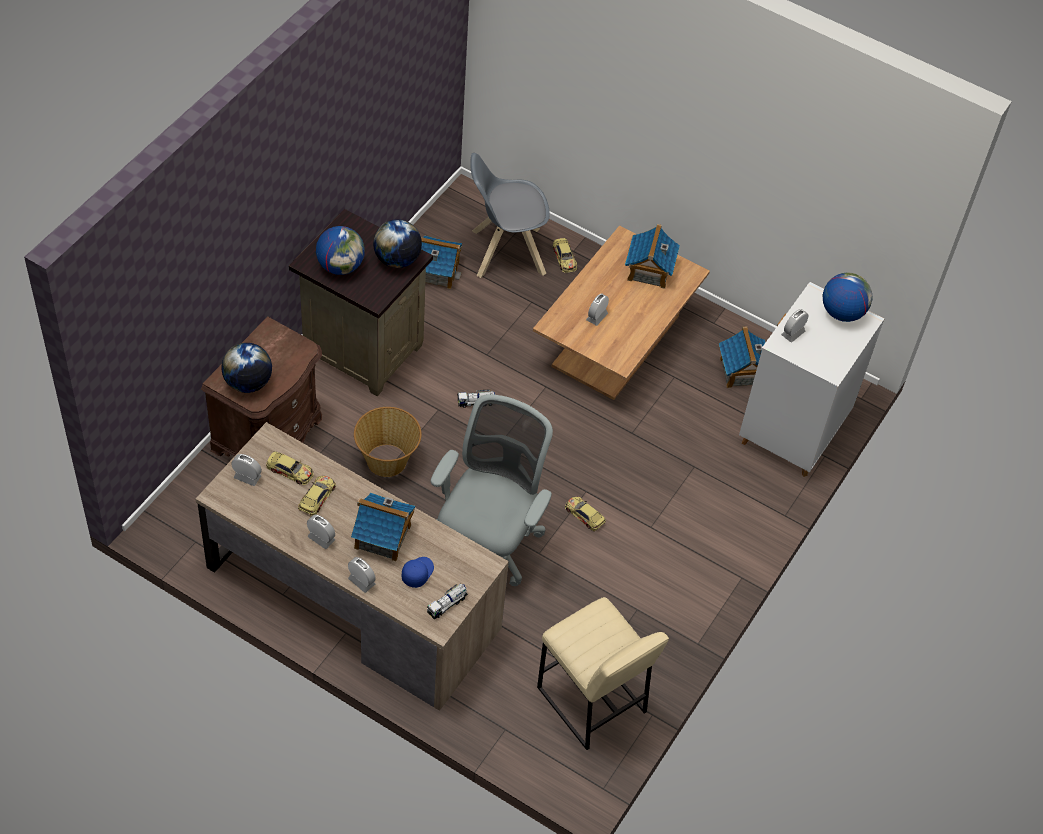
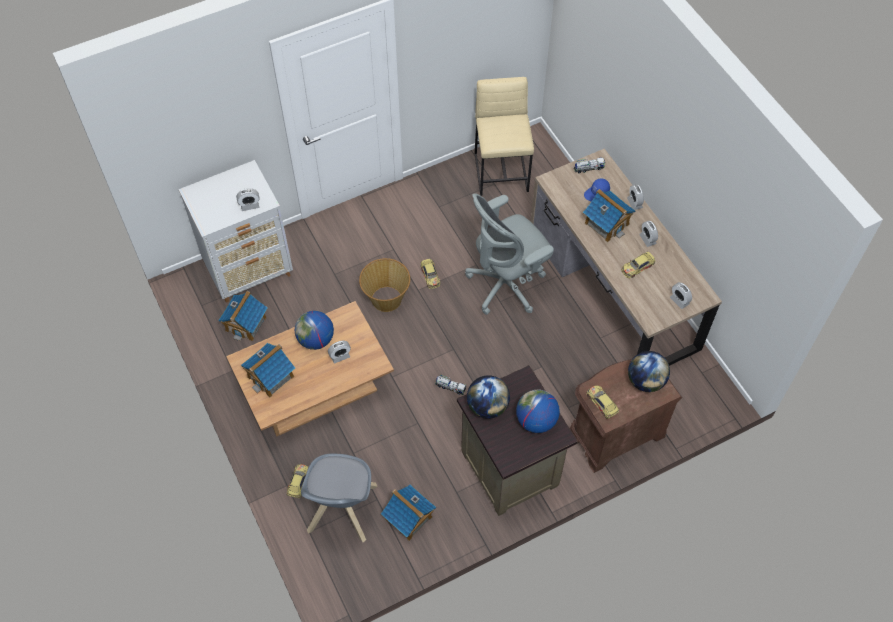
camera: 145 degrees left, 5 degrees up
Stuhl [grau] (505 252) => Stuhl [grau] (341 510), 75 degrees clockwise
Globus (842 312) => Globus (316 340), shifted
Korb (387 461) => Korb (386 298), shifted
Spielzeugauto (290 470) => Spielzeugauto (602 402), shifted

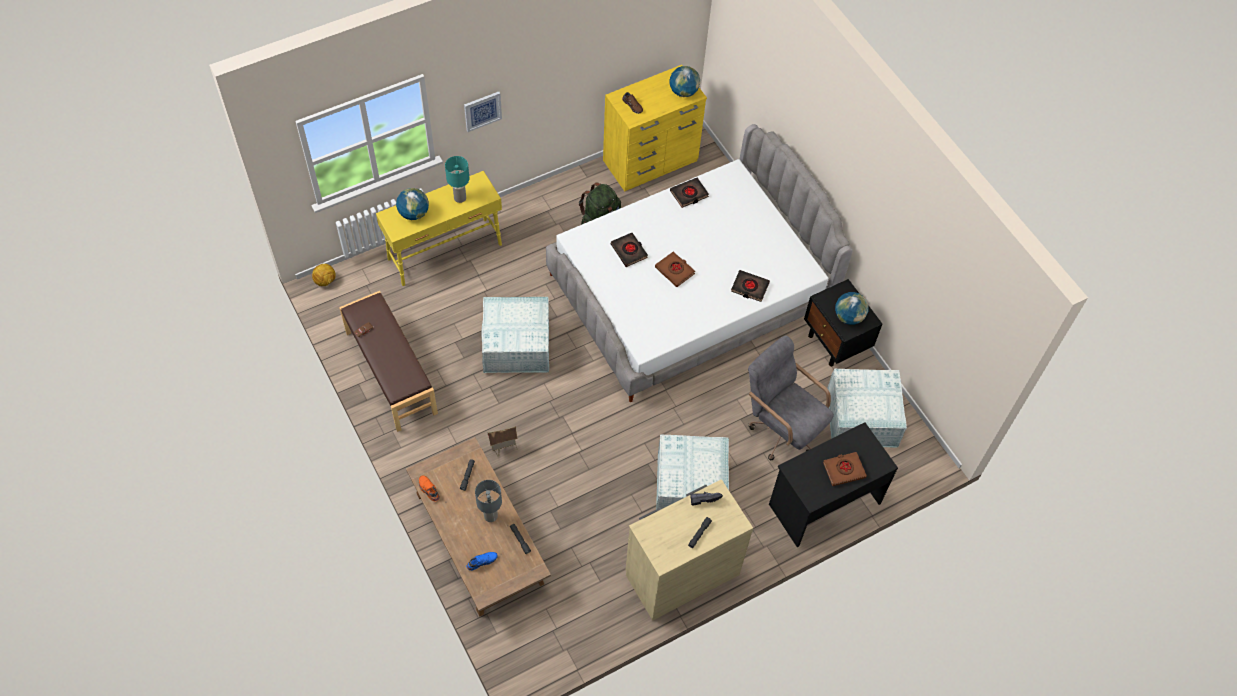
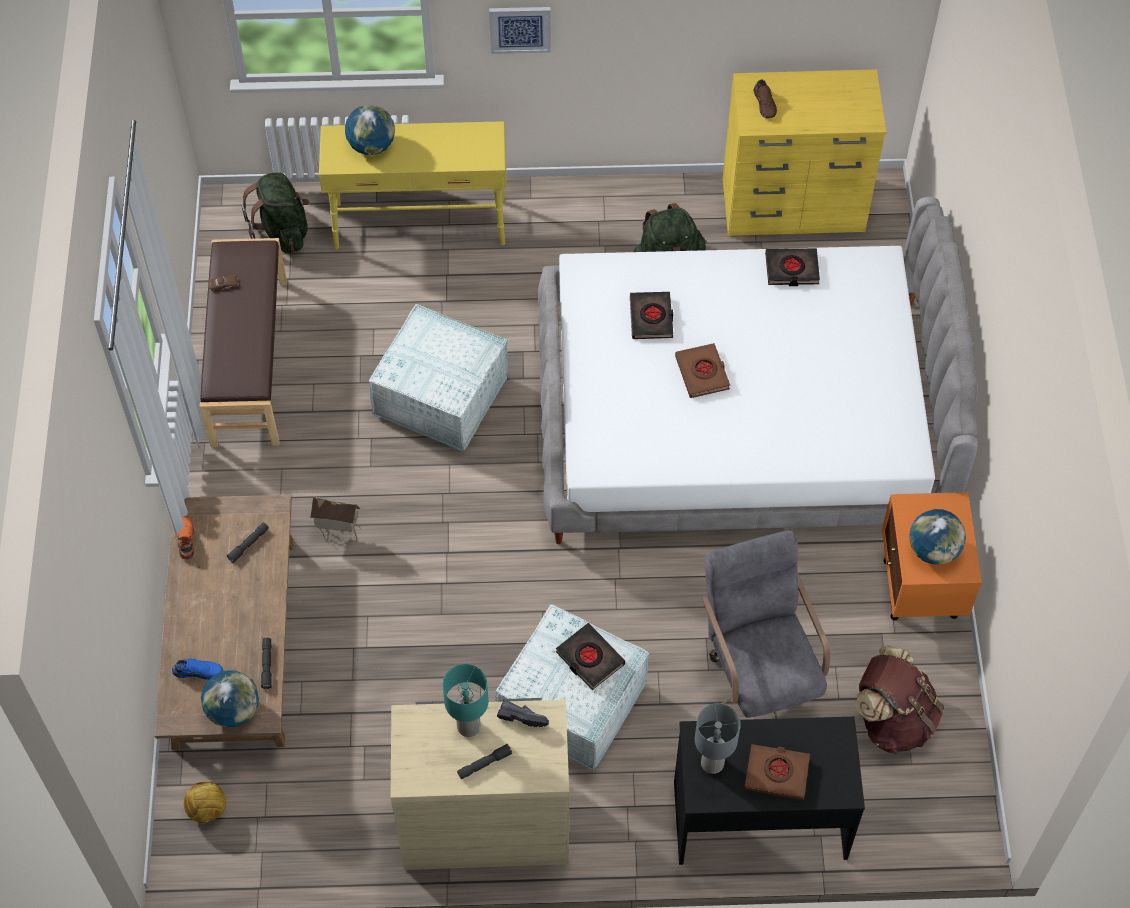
camera: 30 degrees right, 0 degrees up
Globus (683 92) => Globus (233 710), shifted
Tischlampe [türkis] (460 198) => Tischlampe [türkis] (469 726), shifted
Fußball (325 281) => Fußball (208 810), shifted
Buch [schwarz] (749 287) => Buch [schwarz] (589 658), shifted
Nachttisch [schwarz] (835 343) => Nachttisch [orange] (920 589)
Polsterhocker [weiß] (861 419) => Rucksack [braun] (892 719)
Tischlampe [grau] (491 516) => Tischlampe [grau] (713 764), shifted
nothing => Rucksack [grün] (283 231)

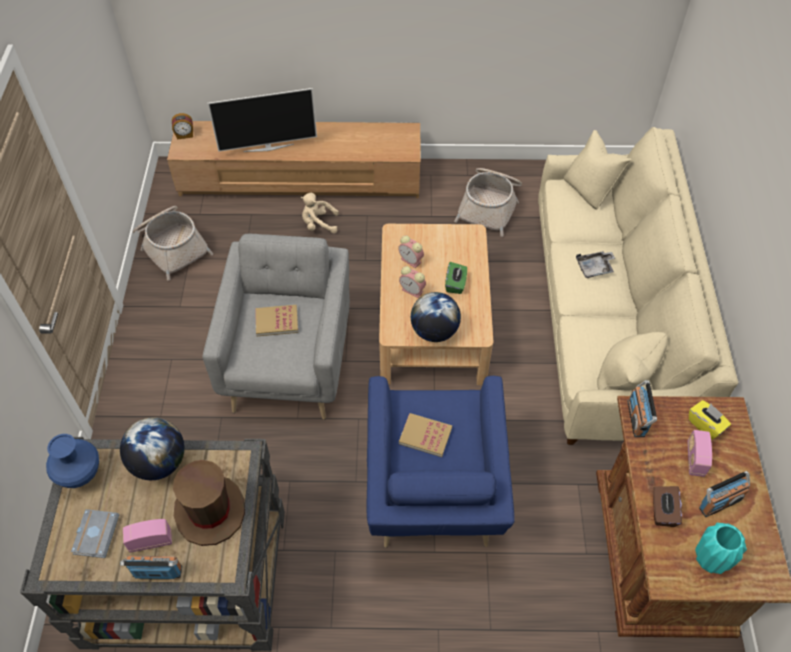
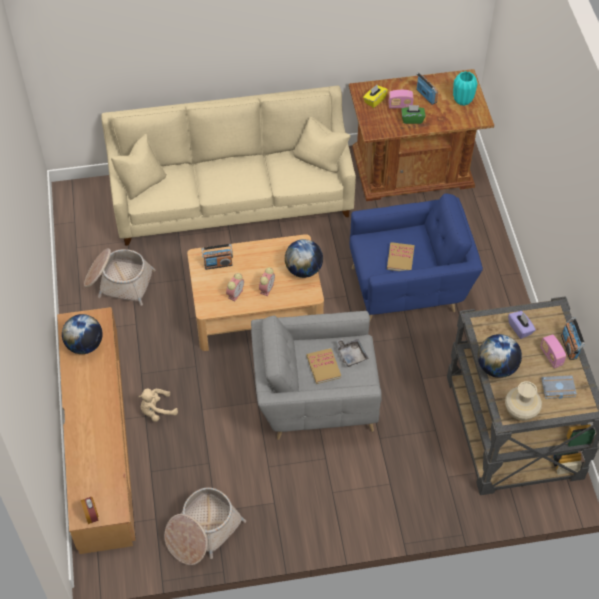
camera: 100 degrees left, 0 degrees up
Fernseher (268 147) => nothing
Plüschtier [beige] (318 224) => Plüschtier [beige] (157 411), 75 degrees clockwise
Tablett [grau] (594 268) => Tablett [grau] (351 355), shifted
Taschentuchbox [grün] (455 284) => Taschentuchbox [grün] (412 119), shifted
Radio (636 418) => Radio (218 264), shifted
Vase [blau] (80 475) => Vase [beige] (521 412)
Hut [braun] (210 510) => Taschentuchbox [lila] (520 329)
Taschentuchbox [braun] (662 511) => nothing
nothing => Globus (85 345)

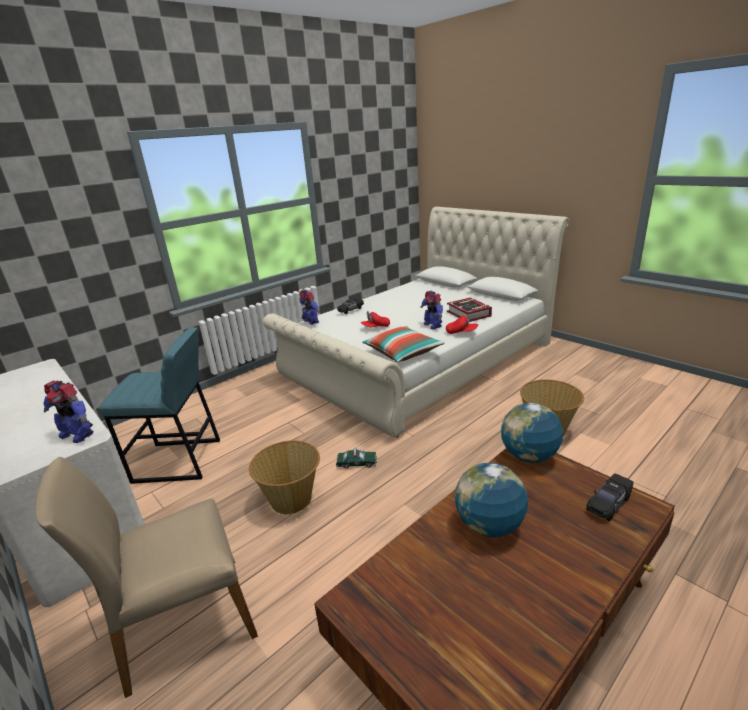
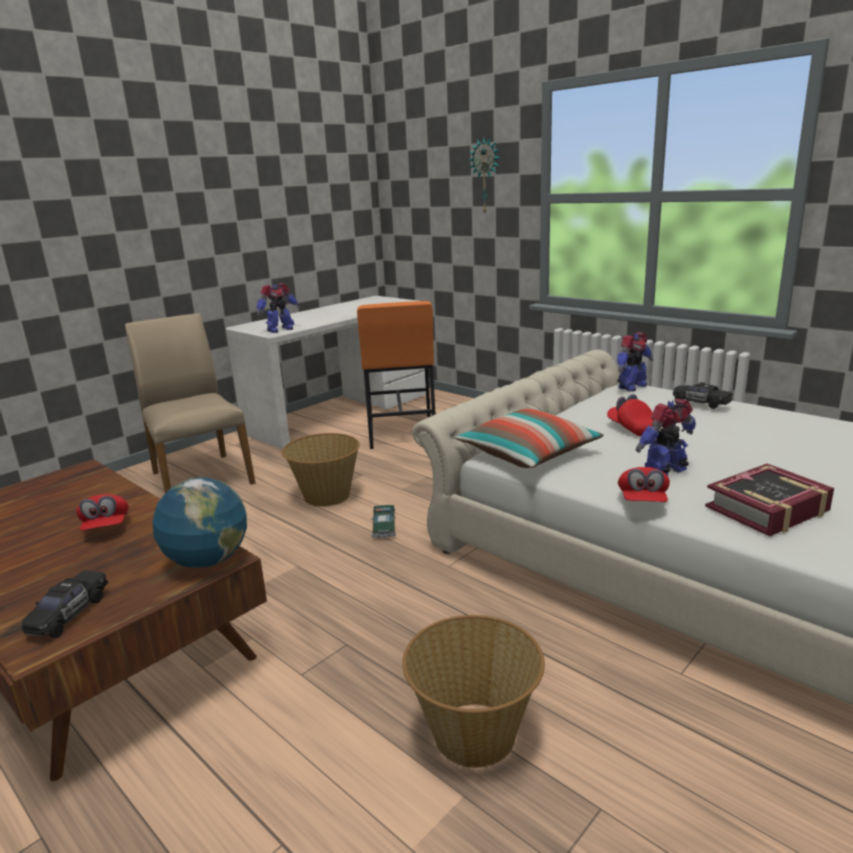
camera: 85 degrees right, 5 degrees down
Hocker [blau] (180 460) => Hocker [orange] (401 434)
Spielzeugroboter (77 434) => Spielzeugroboter (279 330), 150 degrees counterclockwise
Globus (489 525) => Kappe [rot] (106 527)
Spielzeugauto [schwarz] (608 503) => Spielzeugauto [schwarz] (68 614), 120 degrees counterclockwise
nothing => Wanduhr (486 176)

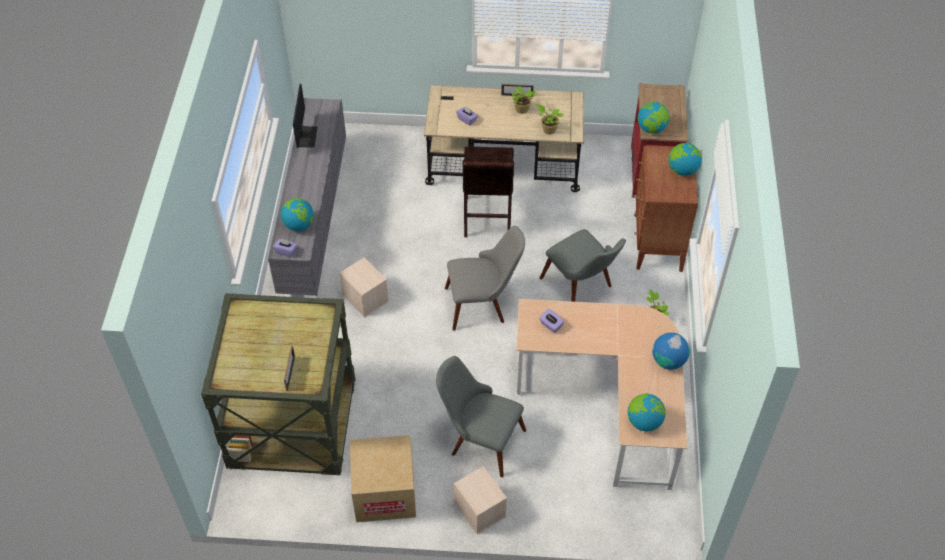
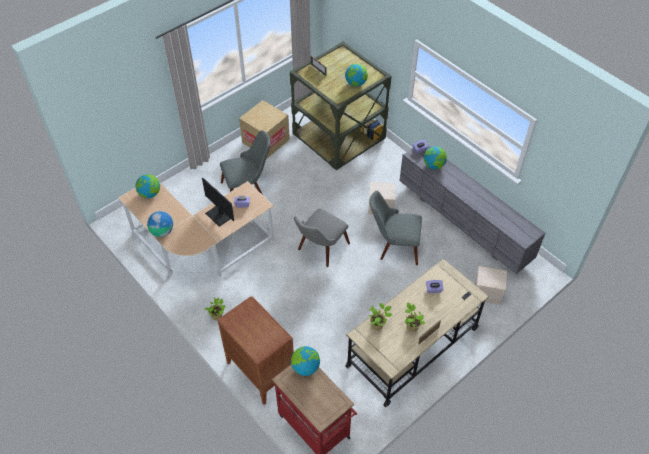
camera: 135 degrees right, 0 degrees up
Monitor (306 136) => Monitor (218 216), shifted
Globus (682 170) => Globus (356 83), shifted
Hocker [braun] (486 220) => nothing
Stuhl [grau] (582 287) => Stuhl [grau] (394 246), shifted
Aufbewahrungsbox [beige] (479 509) => Aufbewahrungsbox [beige] (487 292), shifted

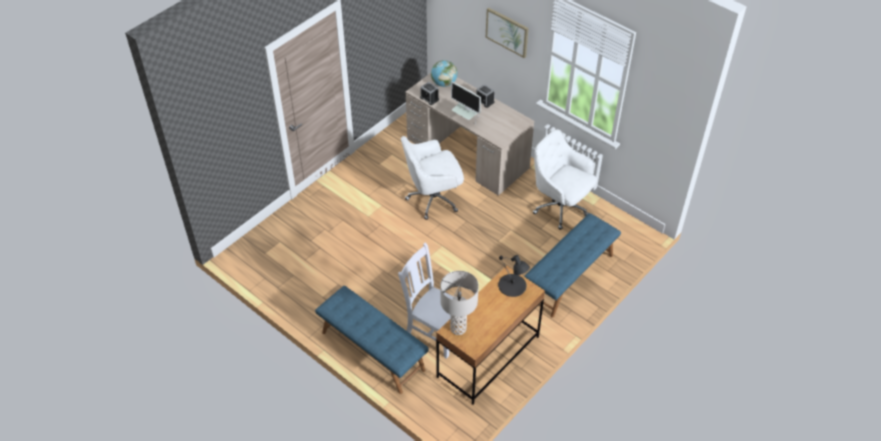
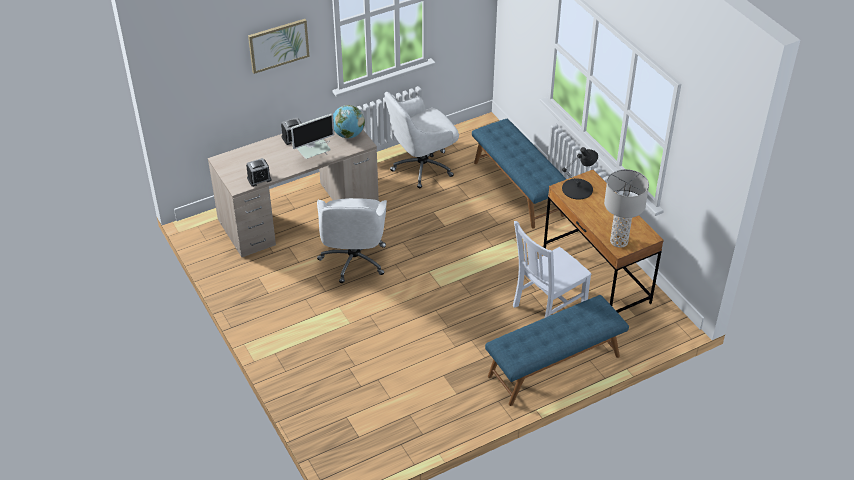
camera: 70 degrees left, 5 degrees down
Globus (444 83) => Globus (348 135), shifted

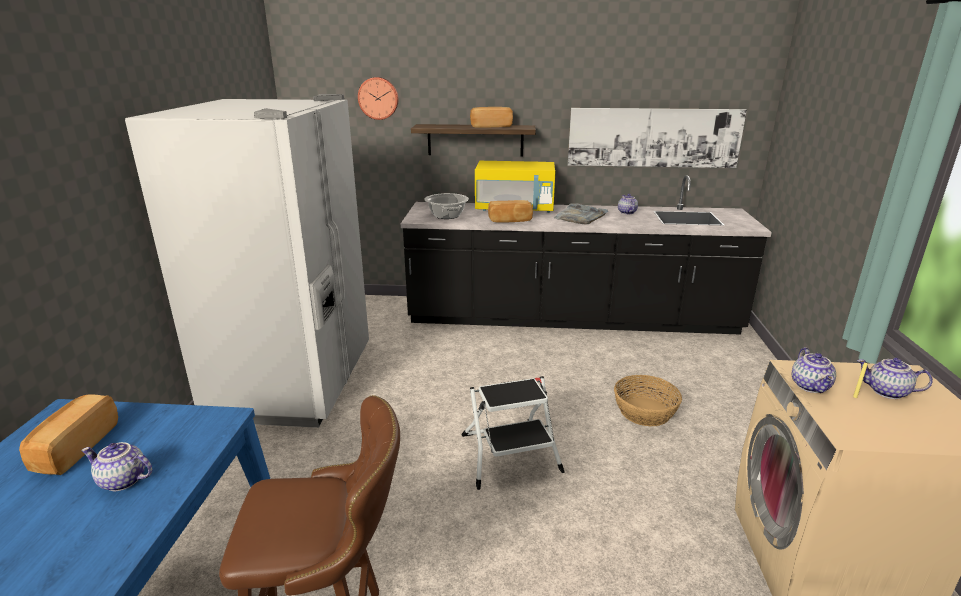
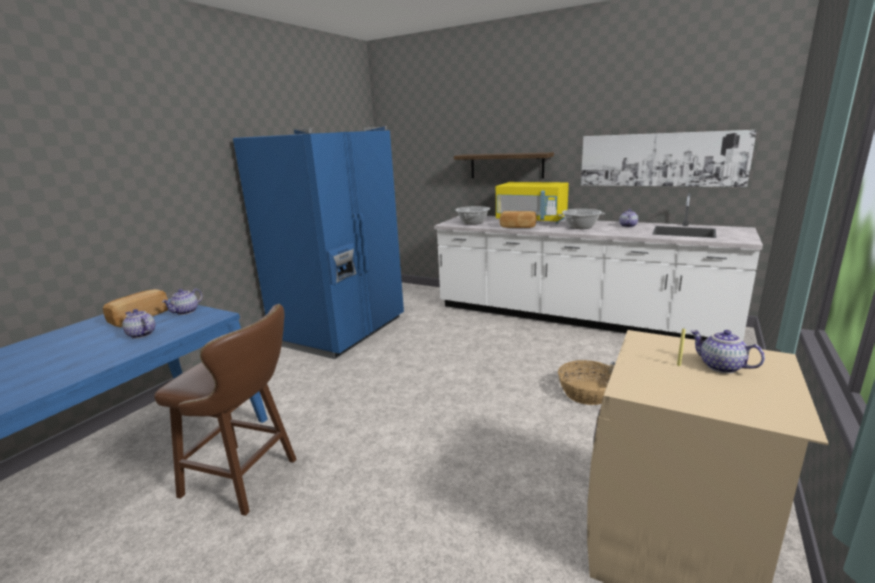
camera: 25 degrees right, 5 degrees down
Wanduhr (378 98) => nothing
Kühlschrank [weiß] (294 380) => Kühlschrank [blau] (341 330)
Brot (491 126) => nothing
Küchenzeile [schwarz] (571 318) => Küchenzeile [weiß] (575 317)
Tablett [grau] (580 216) => Kochtopf (580 227)
Teekanne (811 386) => Teekanne (186 312), shifted
Trittleiter (509 454) => nothing

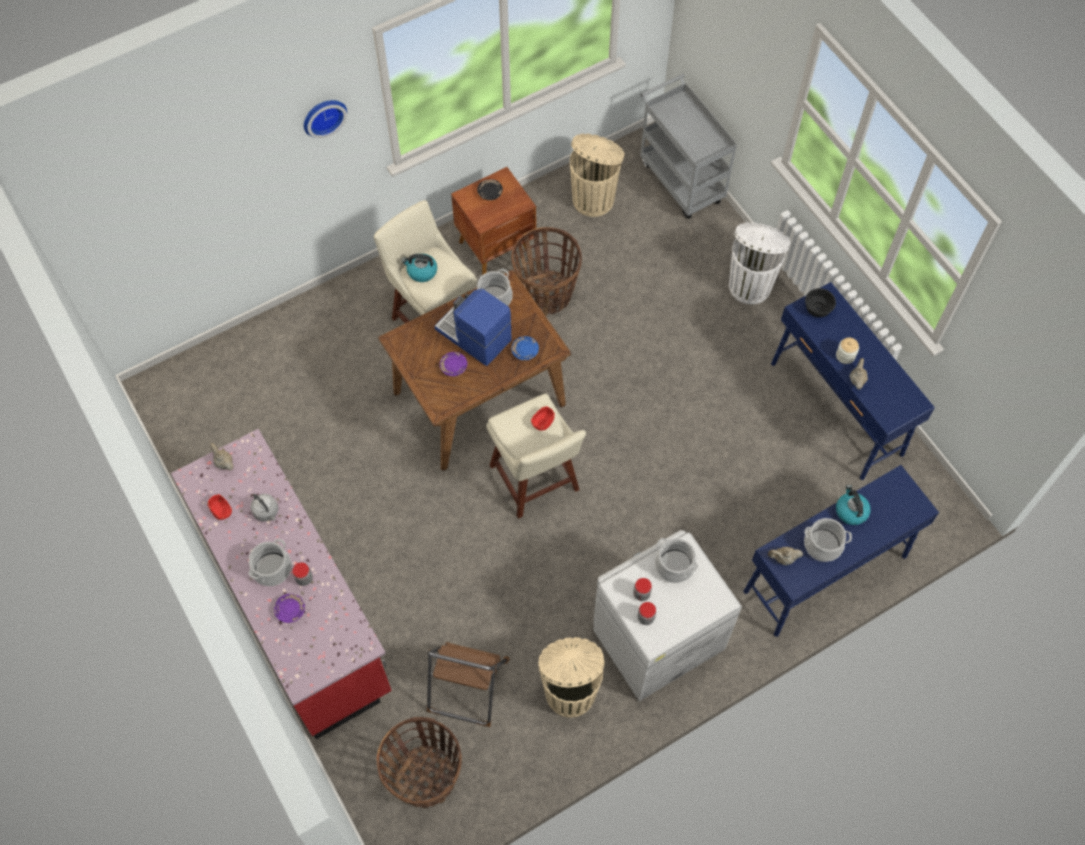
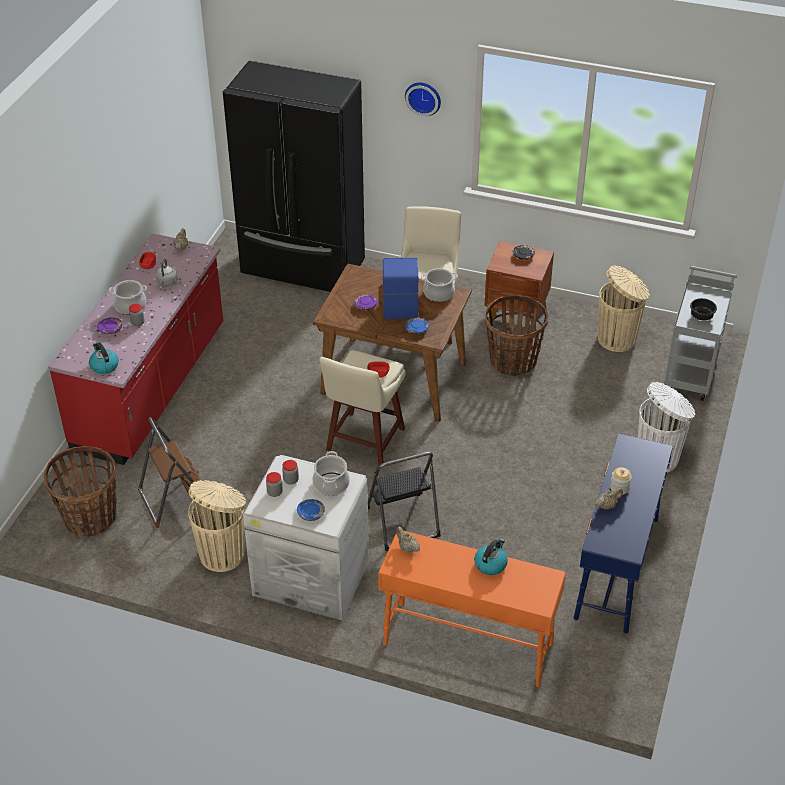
camera: 50 degrees right, 20 degrees down
Wasserkessel (421 271) => Wasserkessel (104 366), shifted
Schüssel [schwarz] (817 308) => Schüssel [schwarz] (702 315), shifted
Konsolentisch [blau] (824 573) => Konsolentisch [orange] (468 643)
Kochtopf (823 544) => nothing
nothing => Kühlschrank [schwarz] (301 268)
nothing => Trittleiter [schwarz] (403 523)
nothing => Teller [blau] (311 513)

